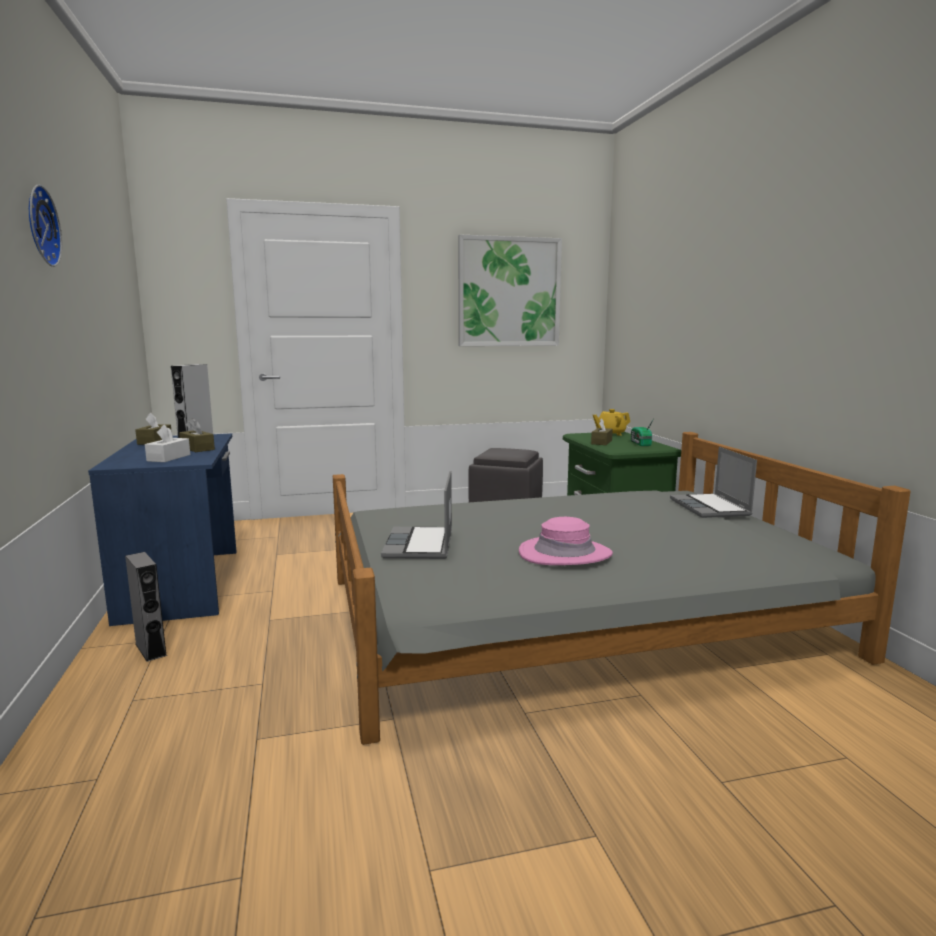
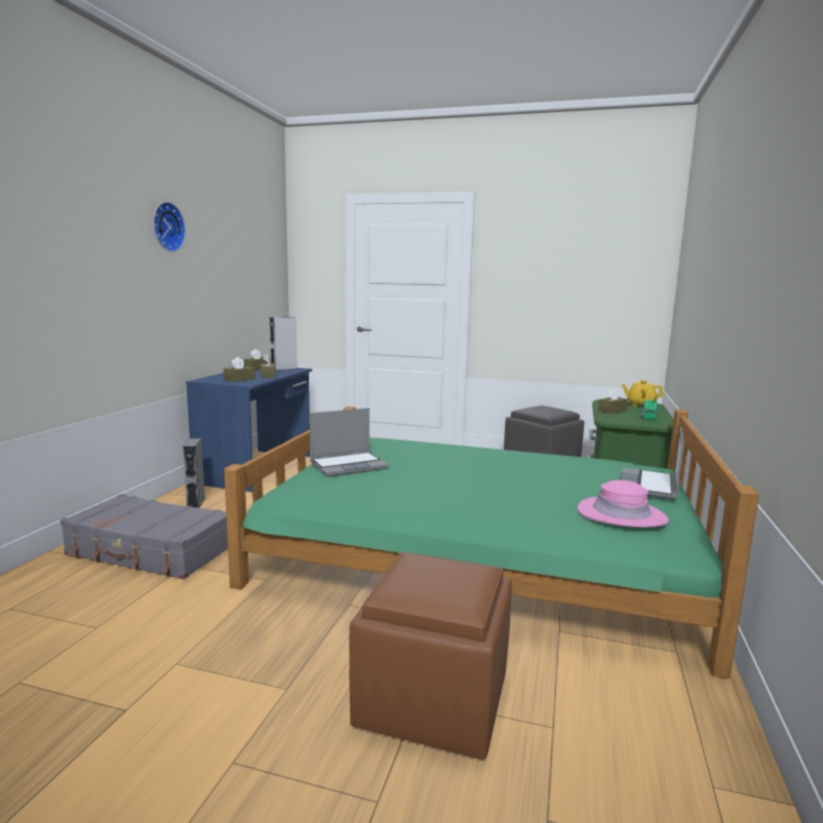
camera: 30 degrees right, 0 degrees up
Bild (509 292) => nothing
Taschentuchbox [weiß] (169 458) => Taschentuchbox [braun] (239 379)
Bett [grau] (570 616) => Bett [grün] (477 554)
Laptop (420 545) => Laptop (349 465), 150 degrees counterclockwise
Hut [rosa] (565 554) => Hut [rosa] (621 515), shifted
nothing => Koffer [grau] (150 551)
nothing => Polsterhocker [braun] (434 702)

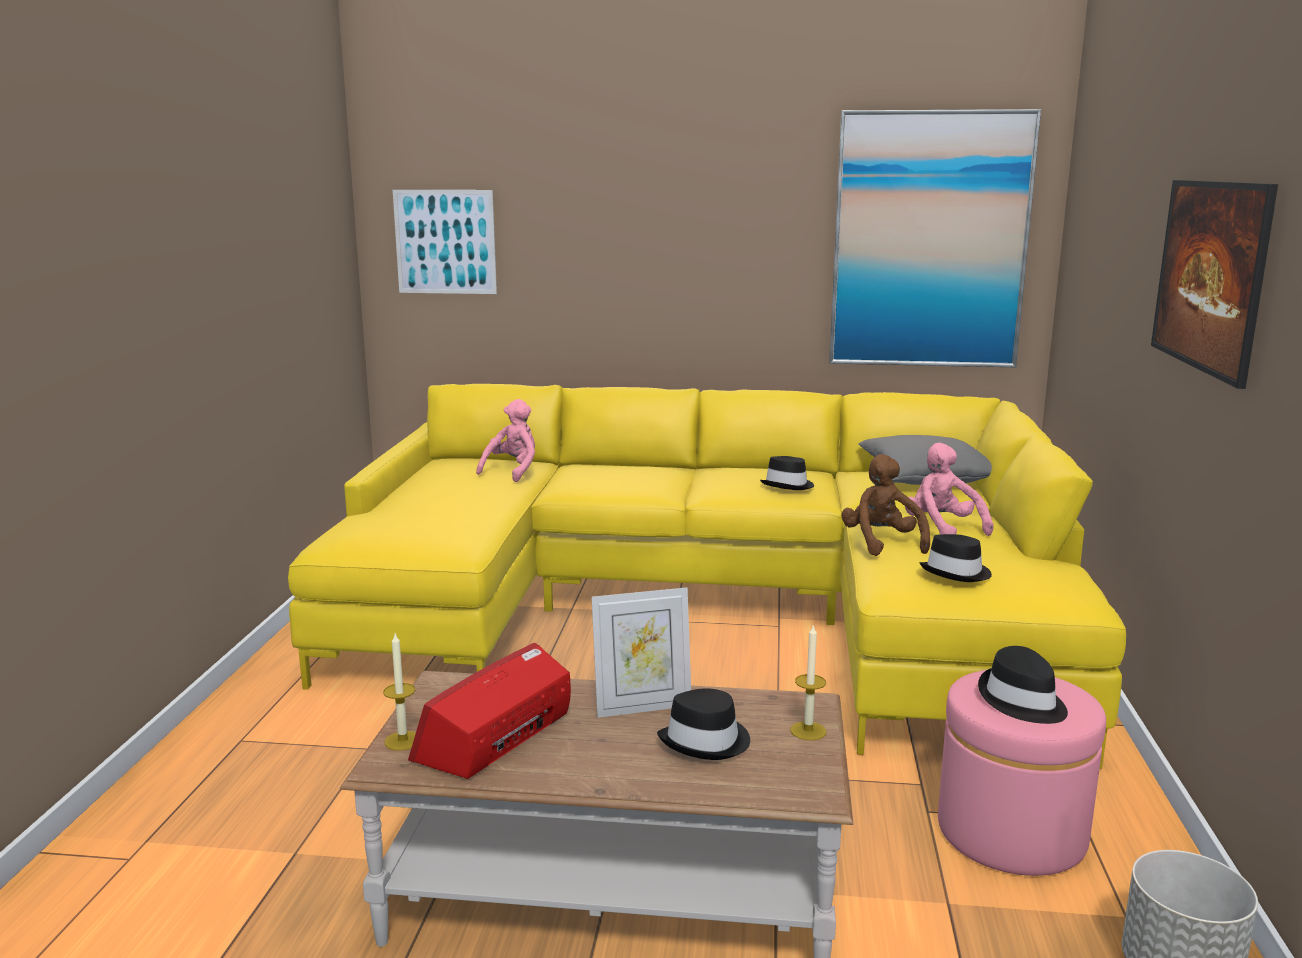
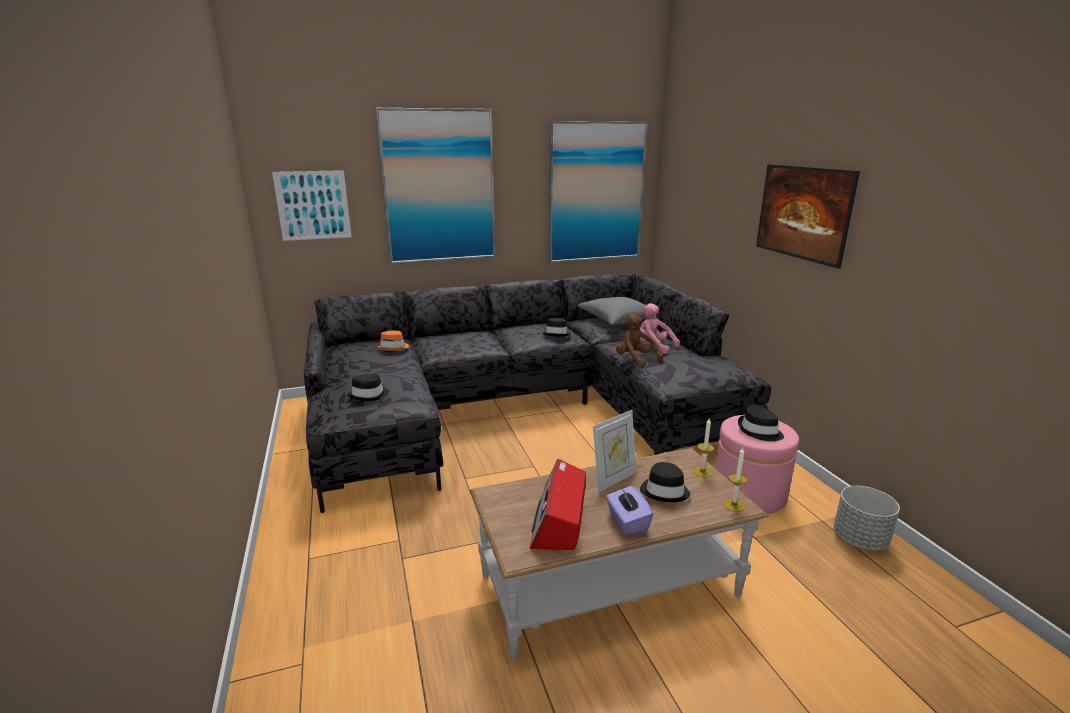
camera: 25 degrees left, 5 degrees up
Sofa [gelb] (706 614) => Sofa [schwarz] (519 411)
Plüschtier [rosa] (513 471) => Hut [orange] (394 347)
Hut [schwarz] (957 573) => Hut [schwarz] (369 395), shifted
Kerze (403 741) => Kerze (733 505), shifted
nothing => Bild (439 187)
nothing => Taschentuchbox [lila] (627 522)

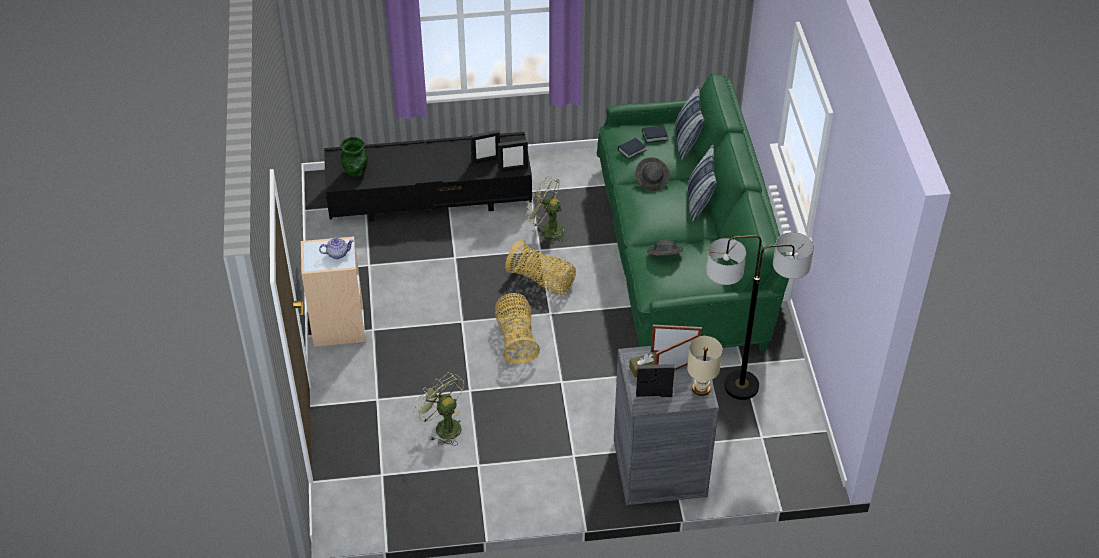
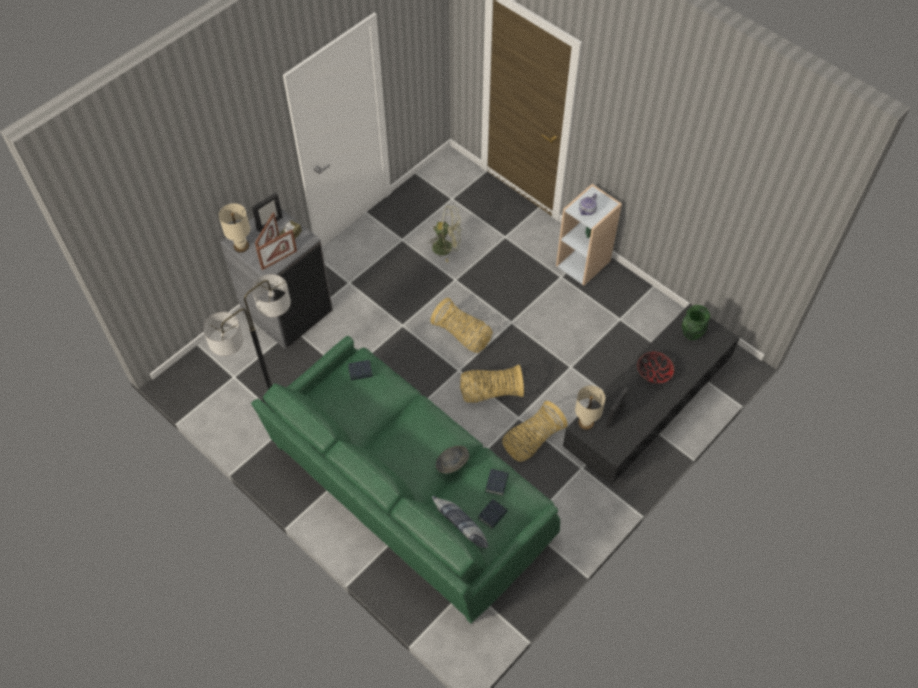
camera: 140 degrees right, 10 degrees up
Bilderrahmen (513 168) => Tischlampe [beige] (586 423)
Kissen (699 202) => nothing
Ventilator [grün] (547 229) => Korb (532 440)
Hut [grau] (664 256) => nothing
nothing => Schüssel (654 373)
nothing => Buch (360 372)

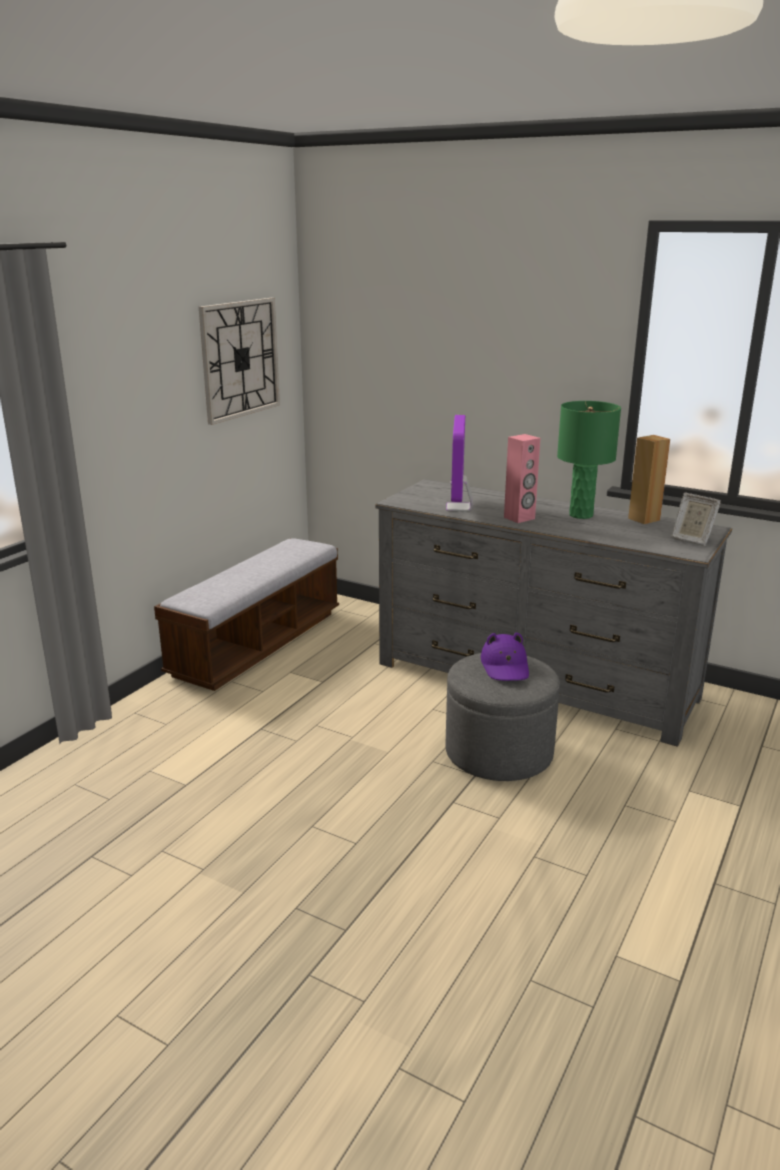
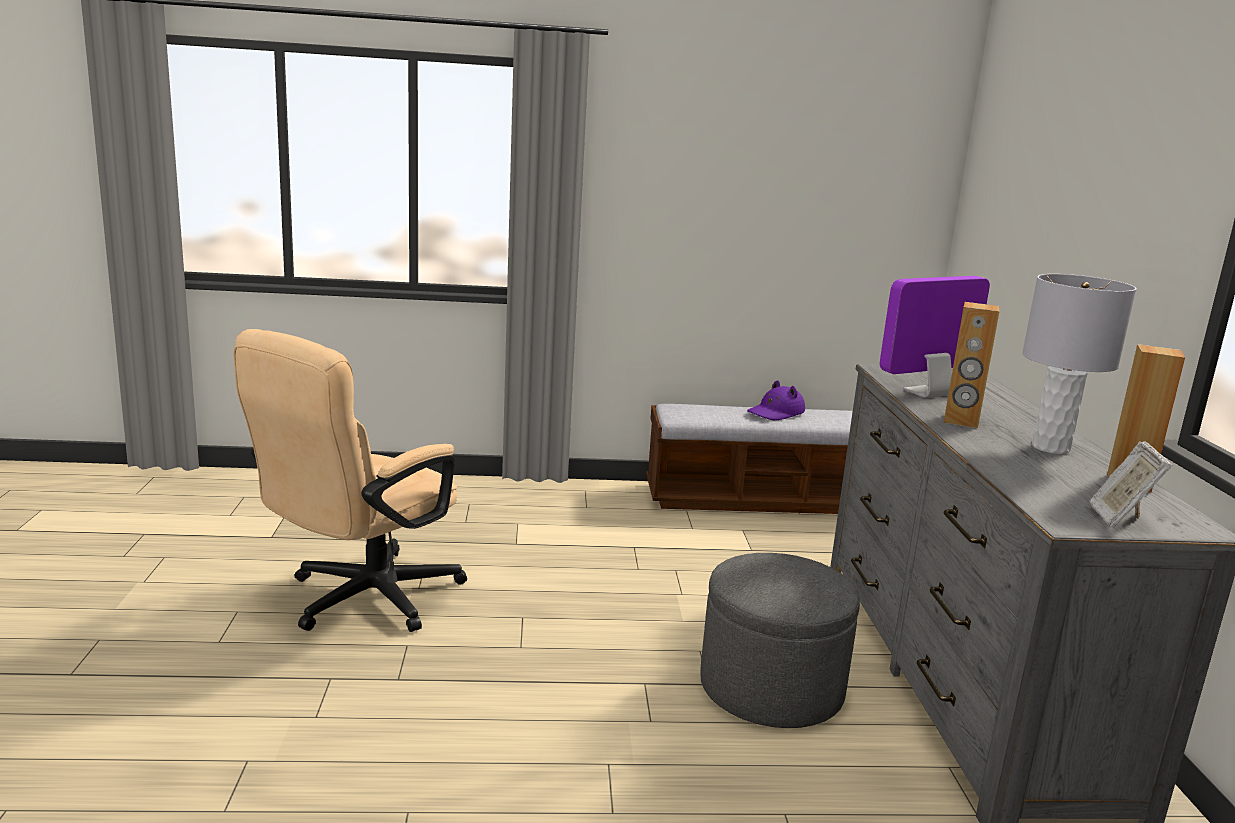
camera: 55 degrees right, 5 degrees down
Wanduhr (240 359) => nothing
Tischlampe [grün] (580 515) => Tischlampe [grau] (1050 447)
Lautsprecher [rosa] (519 518) => Lautsprecher [braun] (961 421)
Hut [lila] (505 666) => Hut [lila] (776 413), shifted
nothing => Bürostuhl [beige] (360 601)

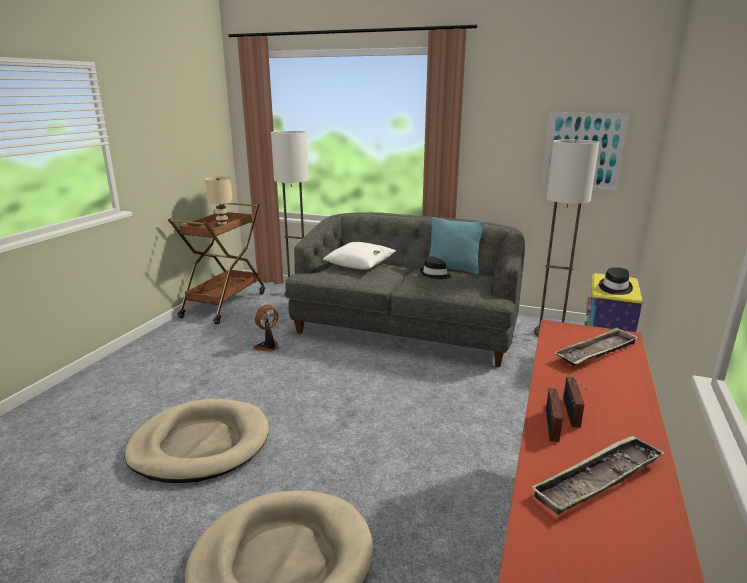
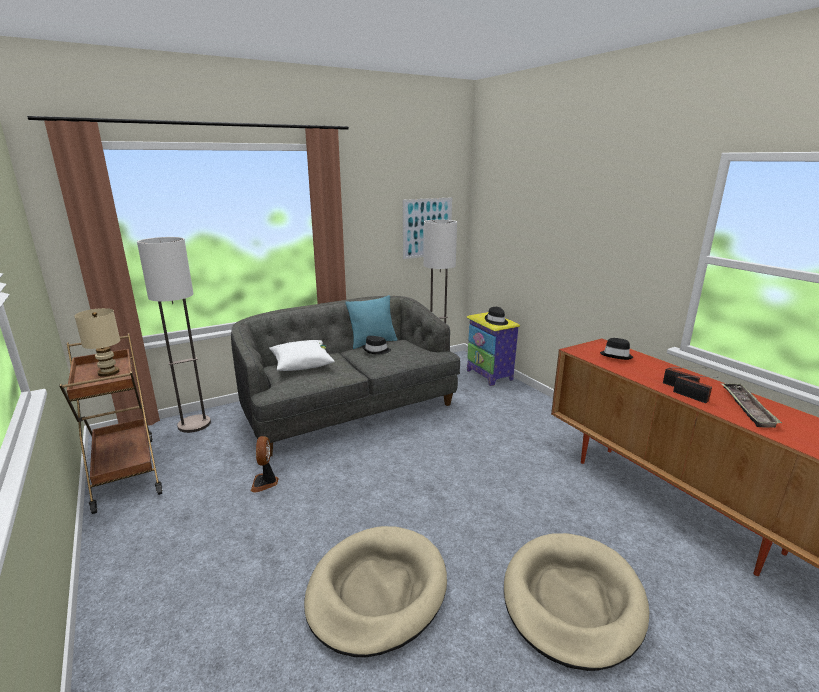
camera: 50 degrees left, 0 degrees up
Tablett (596 352) => Hut [schwarz] (616 355)

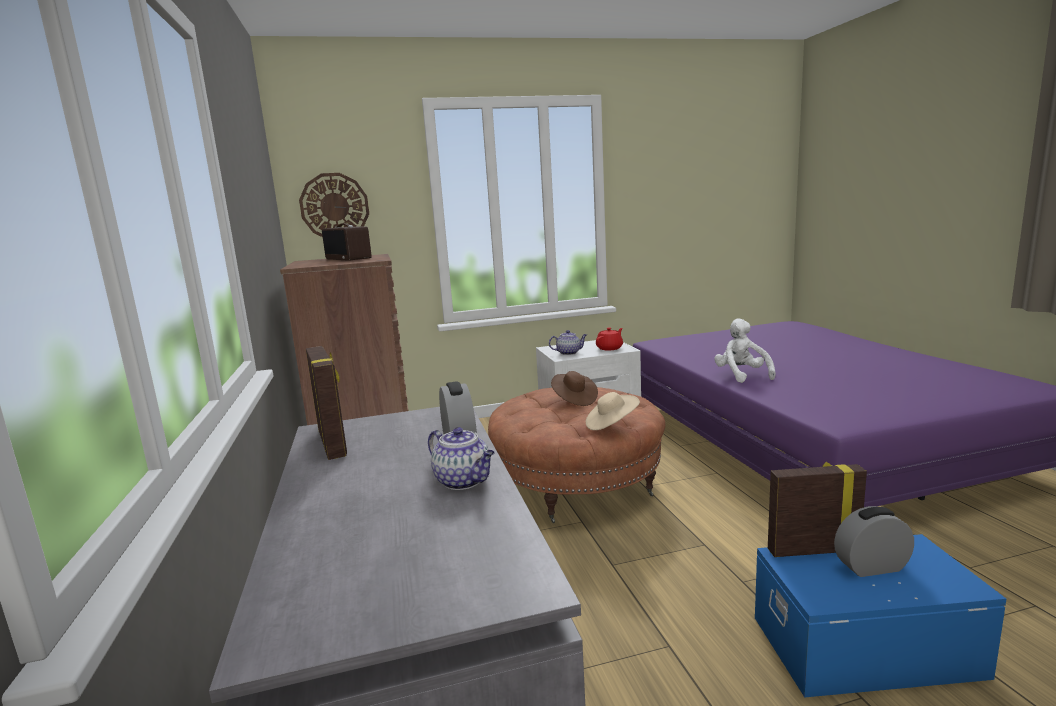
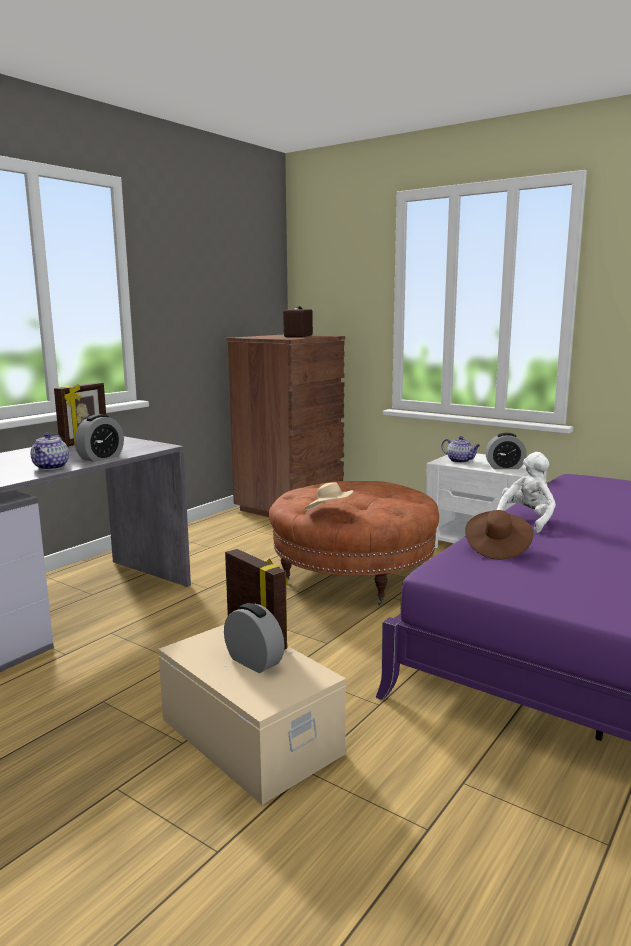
camera: 50 degrees right, 0 degrees up
Wanduhr (334 207) => nothing
Teekanne [rot] (610 348) => Wecker (504 467)
Hut [braun] (574 400) => Hut [braun] (496 549), shifted
Aufbewahrungsbox [blau] (862 644) => Aufbewahrungsbox [beige] (251 734)

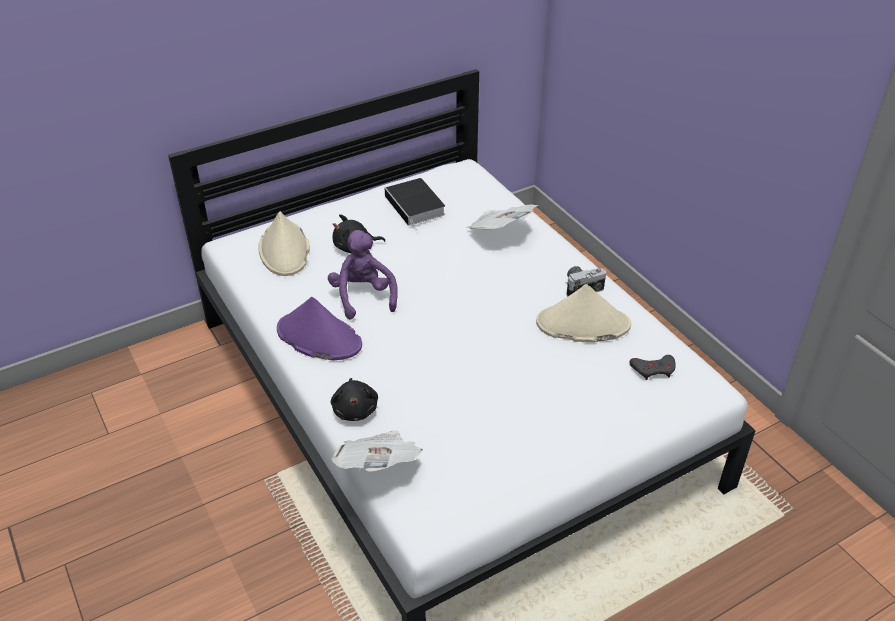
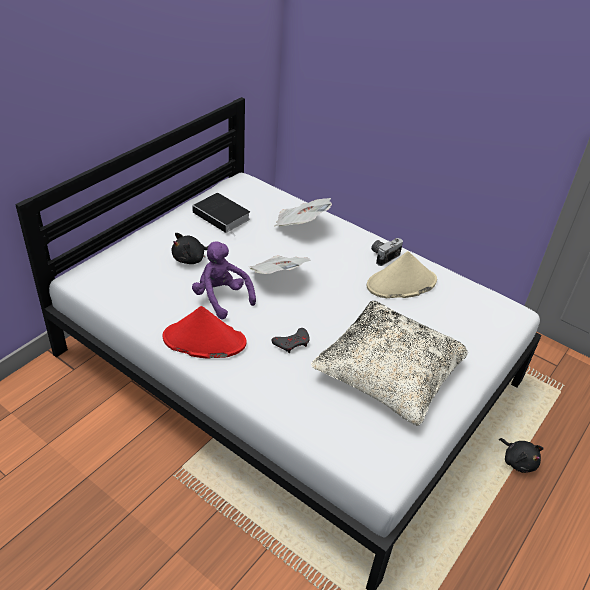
camera: 25 degrees left, 0 degrees up
Hut [beige] (284 250) => nothing
Hut [lila] (318 337) => Hut [rot] (204 340)
Gamepad [grau] (653 369) => Gamepad [grau] (292 343), shifted
Plüschtier [schwarz] (355 409) => Plüschtier [schwarz] (518 461), shifted
Zeitung (379 466) => Zeitung (278 276), shifted
nothing => Kissen [beige] (389 370)

